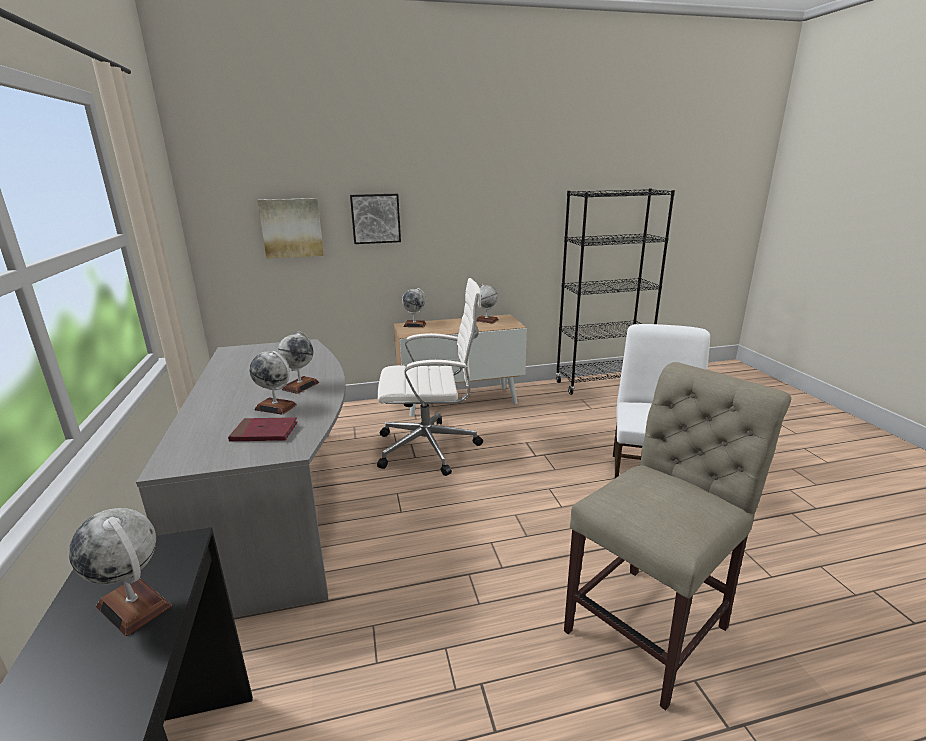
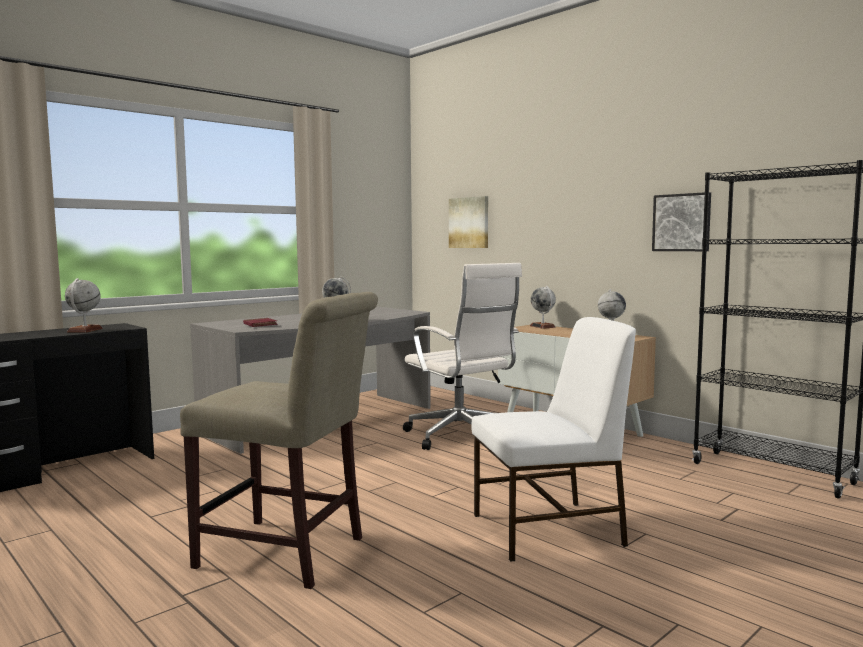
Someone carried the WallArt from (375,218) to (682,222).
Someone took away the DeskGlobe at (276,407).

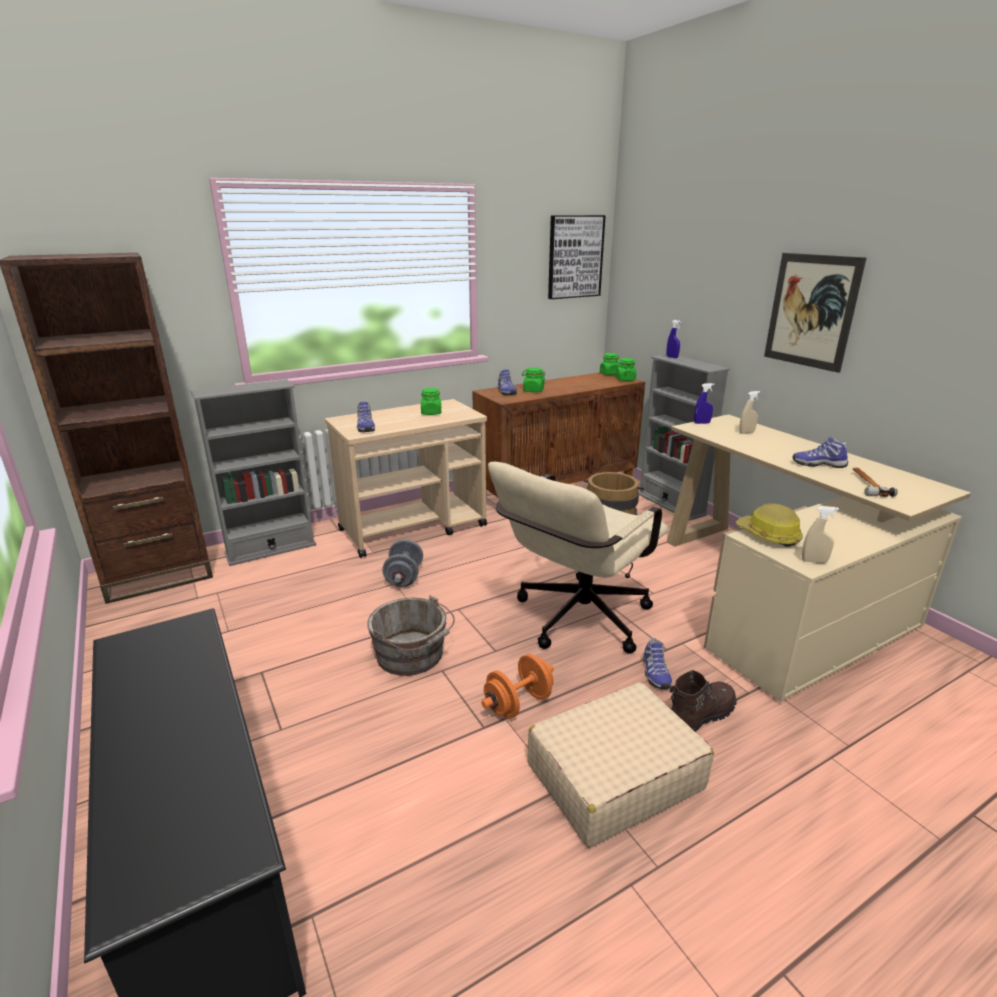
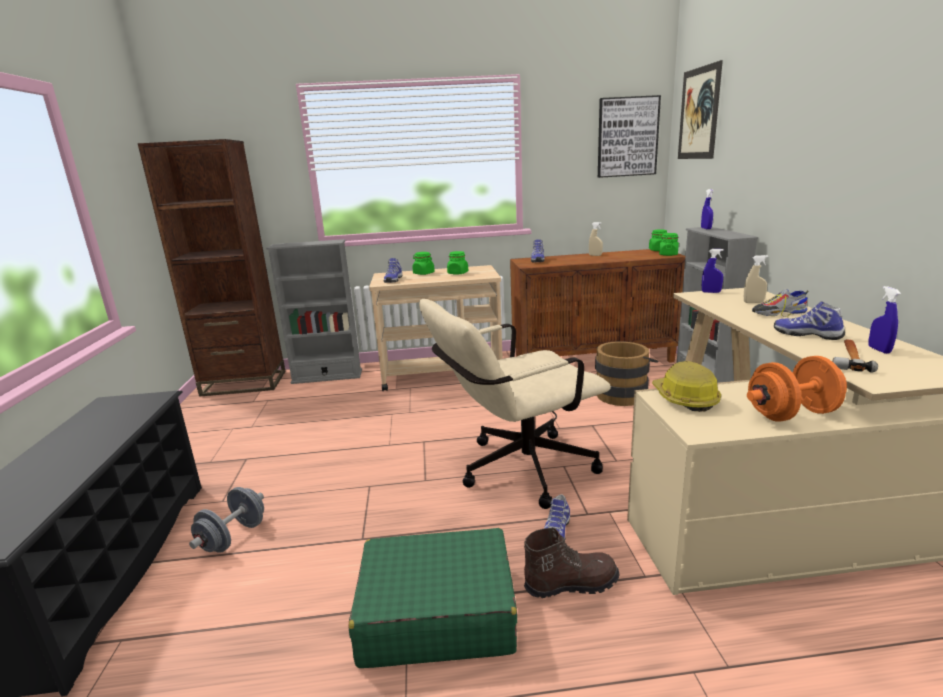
Someone carried the GreyishDumbbell from (404,577) to (233,537).
Someone repainted the BeigeTravelCase at (614,776), which became the GreenTravelCase at (436,613).
Someone carried the GreenStorageJar from (533,390) to (423,273).
Someone carried the BeigeSprayBottle from (814,561) to (595,255).
Someone carried the WallArt from (811,311) to (698,113).
Someone carried the OrangeDumbbell from (518,703) to (792,414).
Someone put down the LowShoe at (778,313).
Someone put down the BluishSprayBottle at (879,350).
Someone took away the GreyishPail at (412,655).

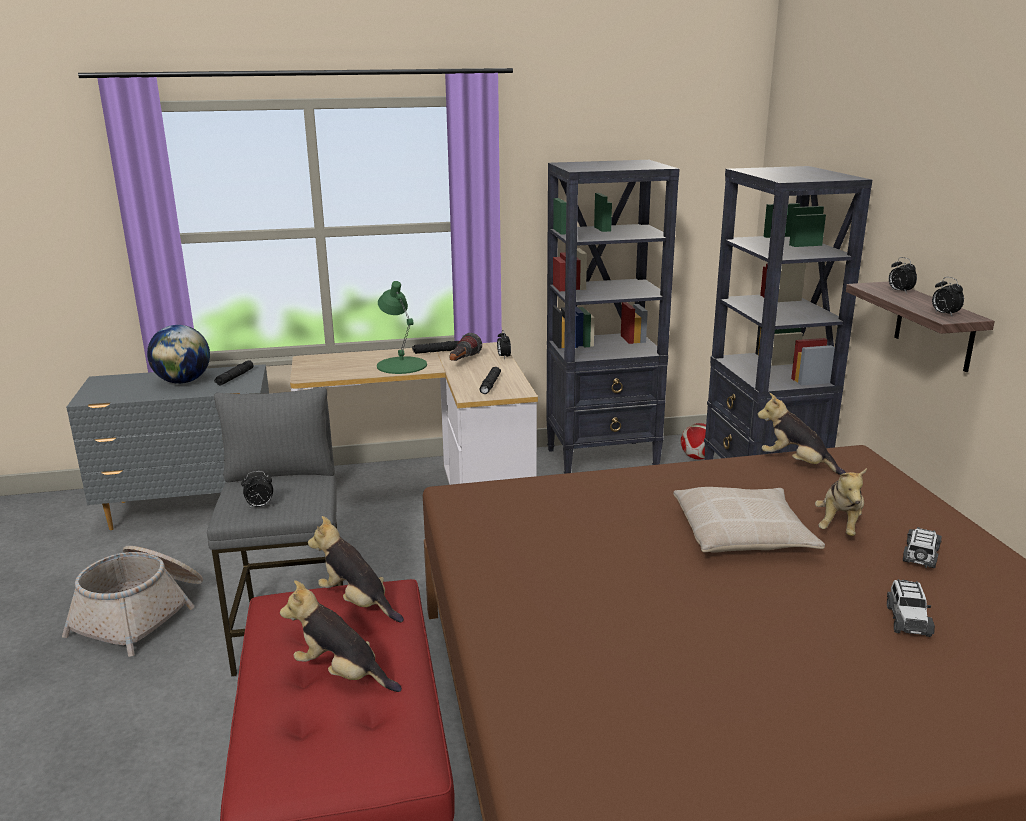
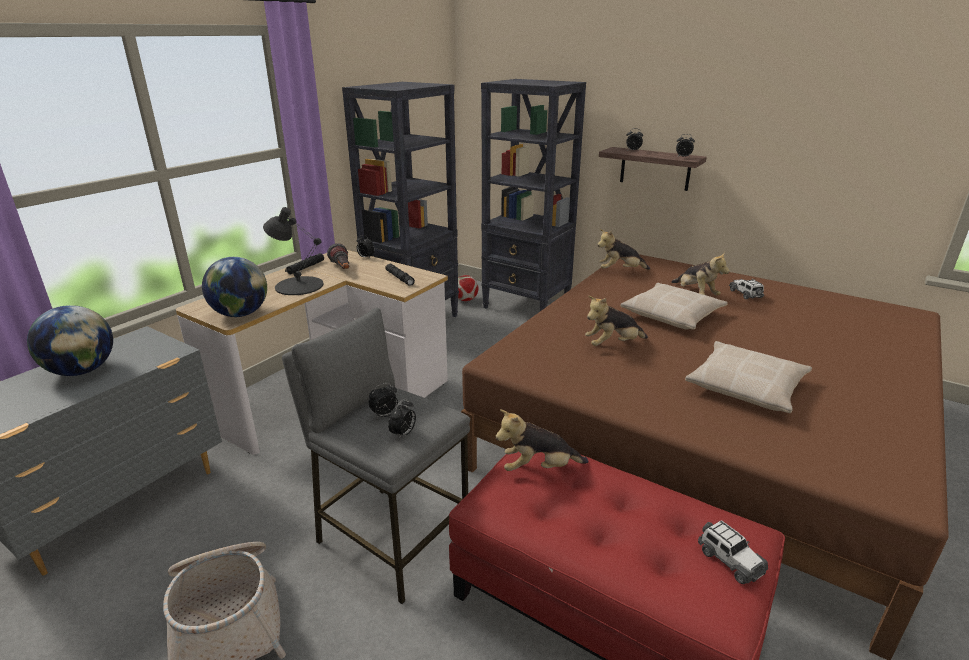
Someone put down the DeskGlobe at (240,314).
Someone repainted the GreenTableLamp at (402,365), which became the BlackTableLamp at (298,285).
Someone put down the BedsideClock at (385,415).
Someone carried the PlushToy from (342,674) to (613,344).
Someone put down the BeigeCushion at (746,386).
Someone carried the MiniatureCar from (907,620) to (729,560).
Someone took away the BlackTorch at (234,377).

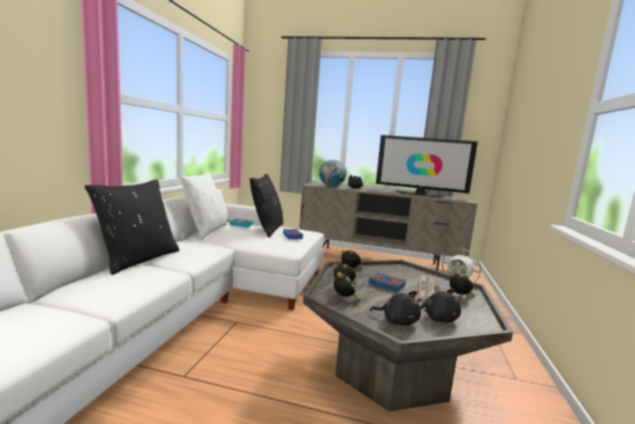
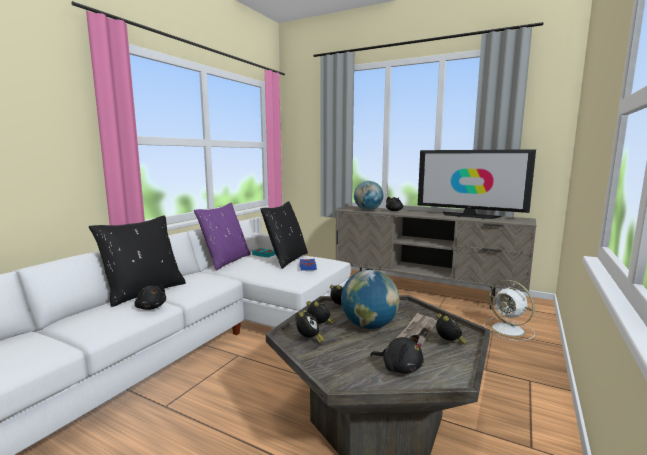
Someone carried the BlackPlushToy from (397,321) to (151,307).
Someone repainted the WhiteCushion at (205,230), which became the PurpleCushion at (226,261).
Someone swapped the BluishBoundBook at (386,285) for the DeskGlobe at (369,326).

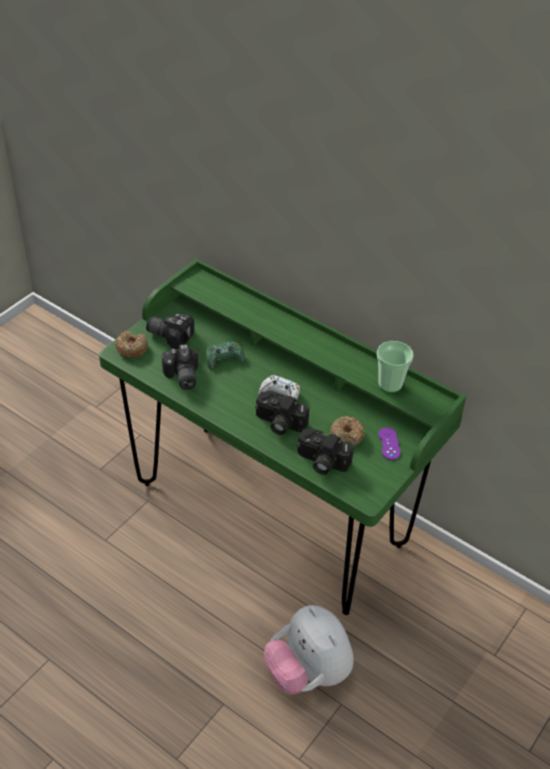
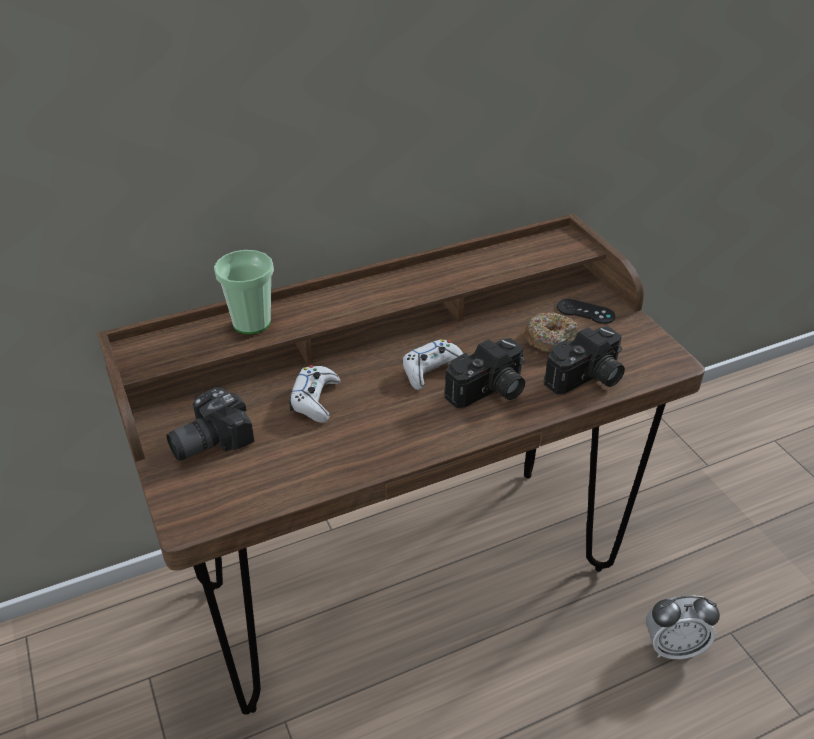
Someone repainted the GreenDeskTable at (271,513), which became the BrownishDeskTable at (405,577).
Someone carried the SmallCup from (390,384) to (251,322).
Someone repainted the GreenJoypad at (224,359), which became the WhiteJoypad at (315,400).
Someone repainted the PurpleJoypad at (389,444), which became the BlackJoypad at (585,312).
Someone swapped the PlushToy at (308,672) for the BedsideClock at (673,647).
Someone took away the Doughnut at (131,348).
Someone took away the PhotoCamera at (181,377).

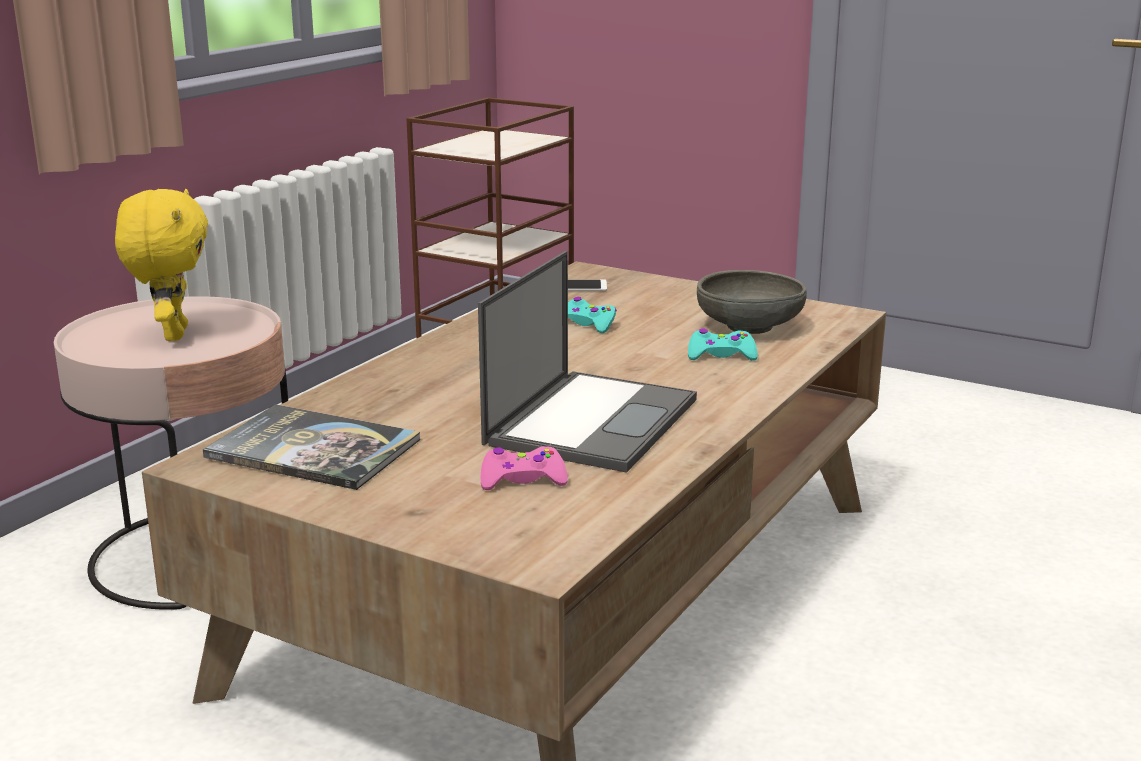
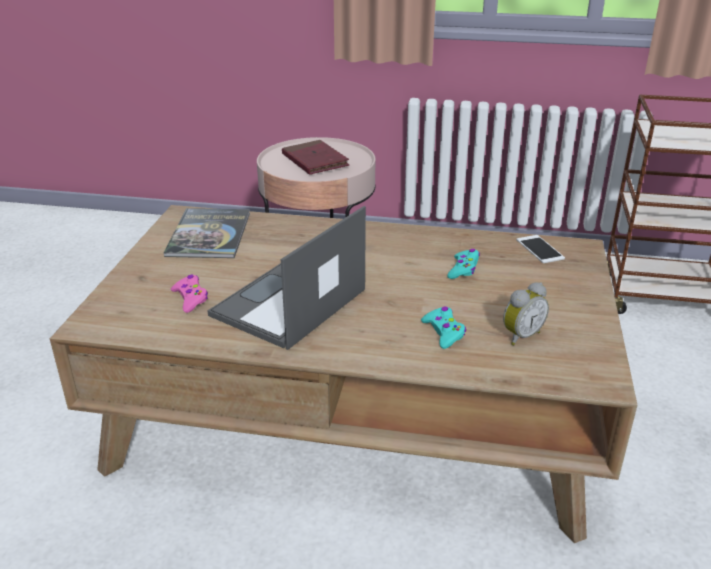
Someone rotated the NotebookComputer at (592,420) by 120 degrees clockwise.
Someone swapped the YellowishPlushToy at (172,334) for the RedColouredBoundBook at (315,161).
Someone swapped the GreyishBowl at (749,327) for the BedsideClock at (520,335).

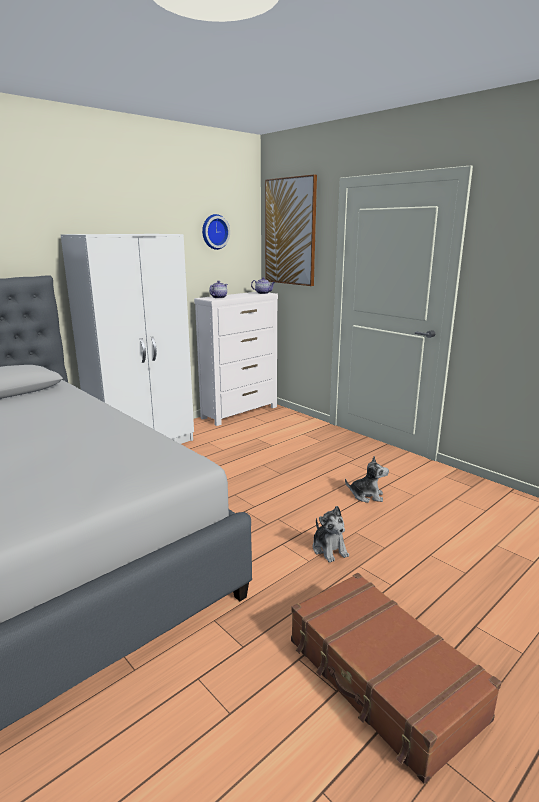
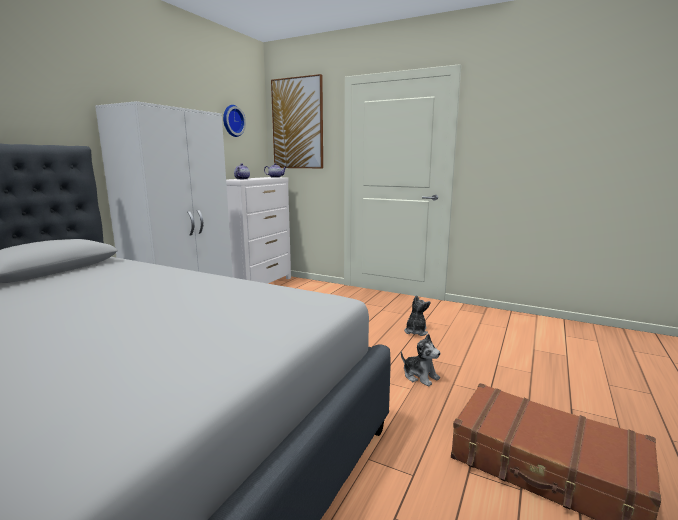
Someone rotated the PlushToy at (367,496) by 60 degrees counterclockwise.

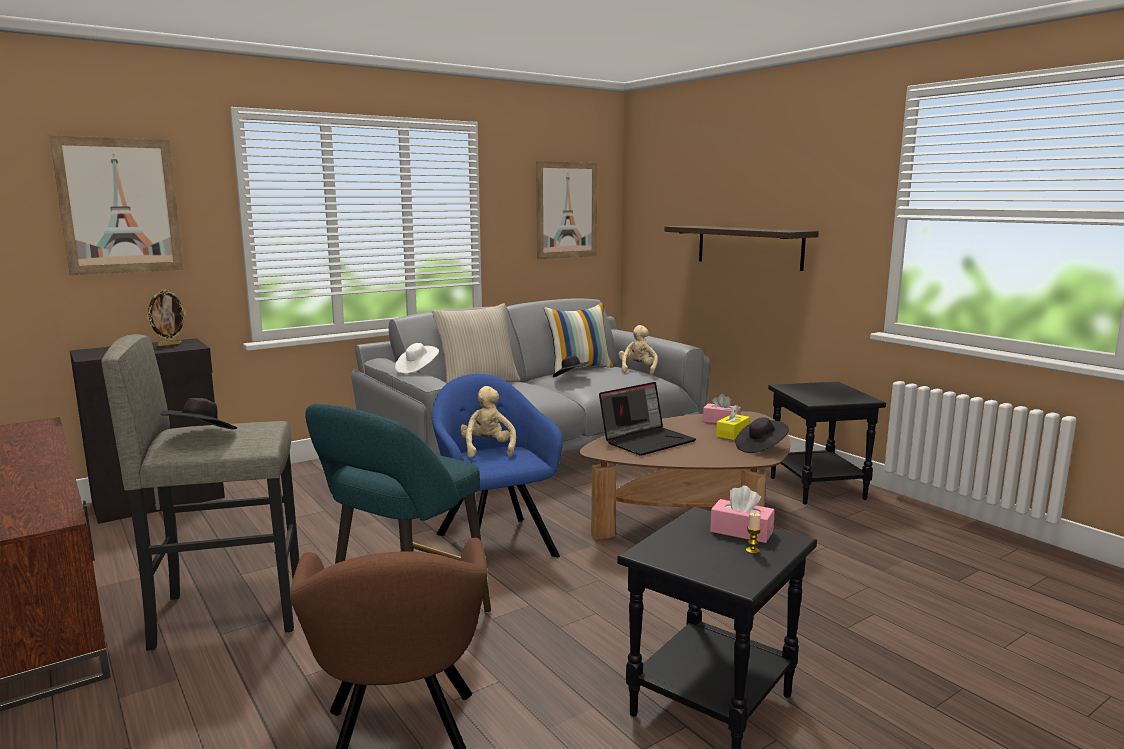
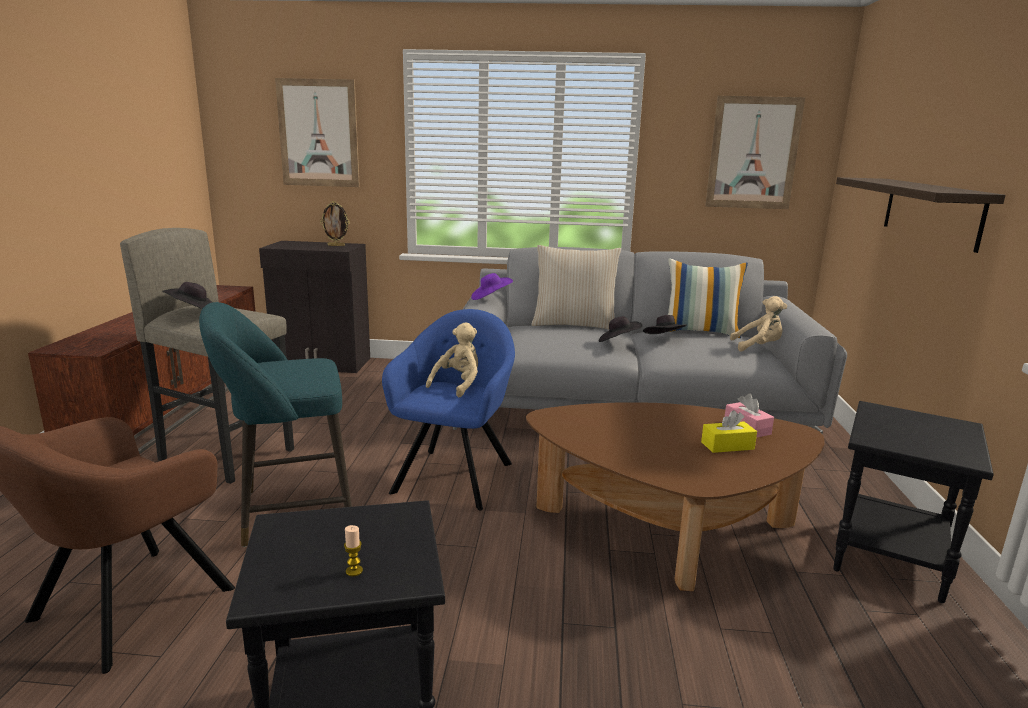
Someone repainted the WhiteWearableHat at (417,369), which became the PurpleWearableHat at (490,298).
Someone carried the BlackWearableHat from (760,448) to (618,342).
Someone rotated the BeigePlushToy at (637,370) by 45 degrees clockwise.
Someone took away the NotebookComputer at (647,440).
Someone took away the PinkColouredTissueBox at (741,531).

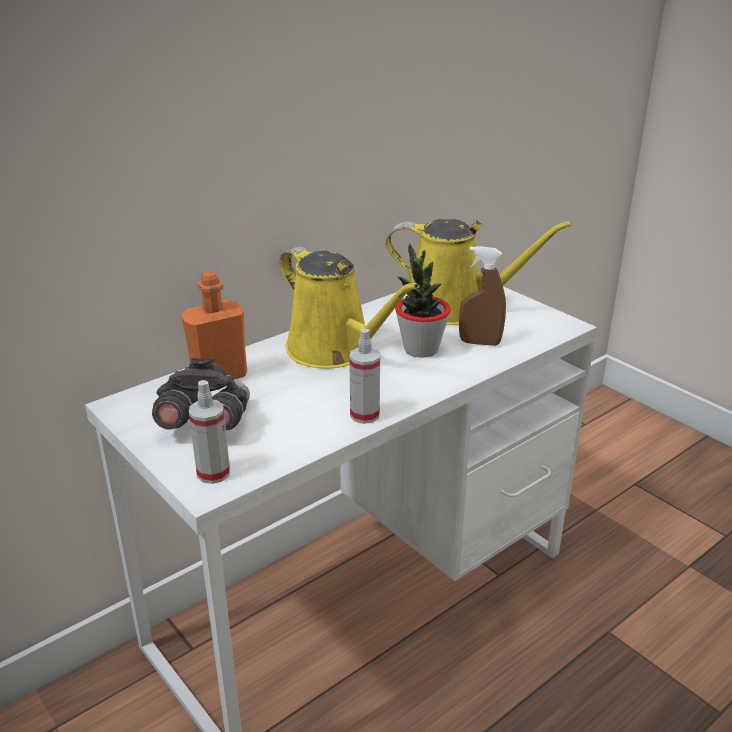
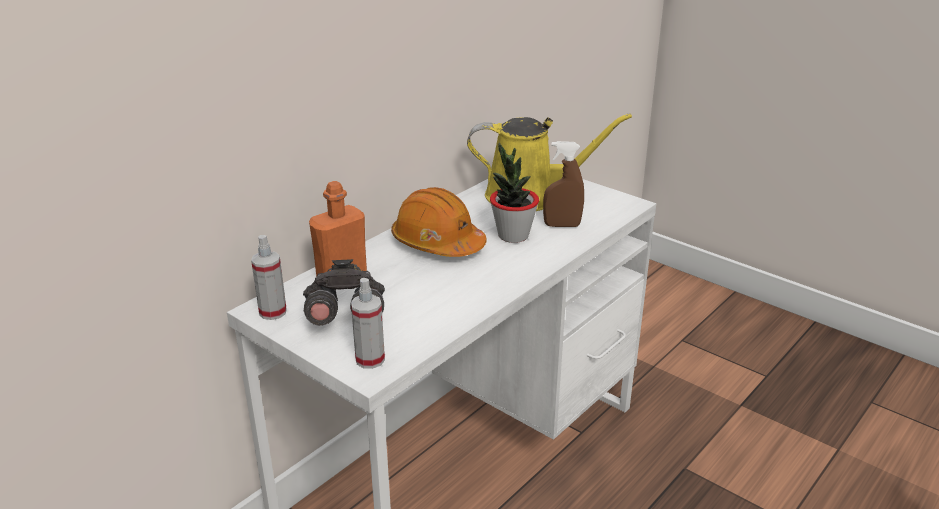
Someone carried the SprayBottle from (364,415) to (273,312).
Someone swapped the YellowishWateringCan at (335,350) for the OrangeHardHat at (437,243).

